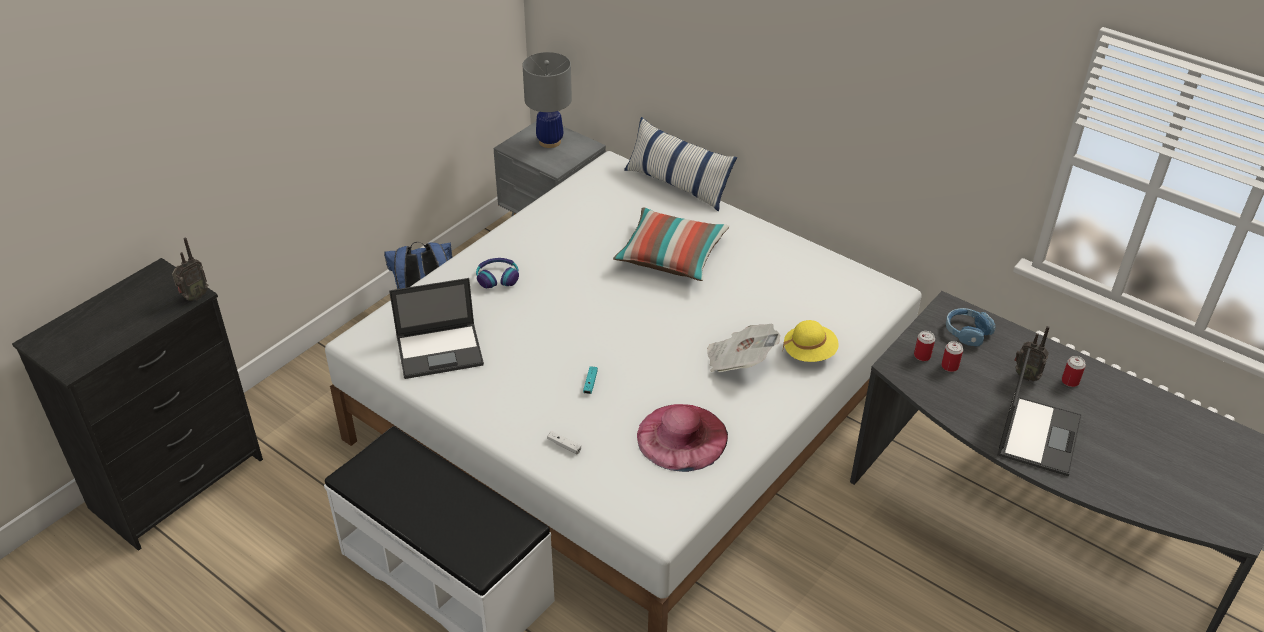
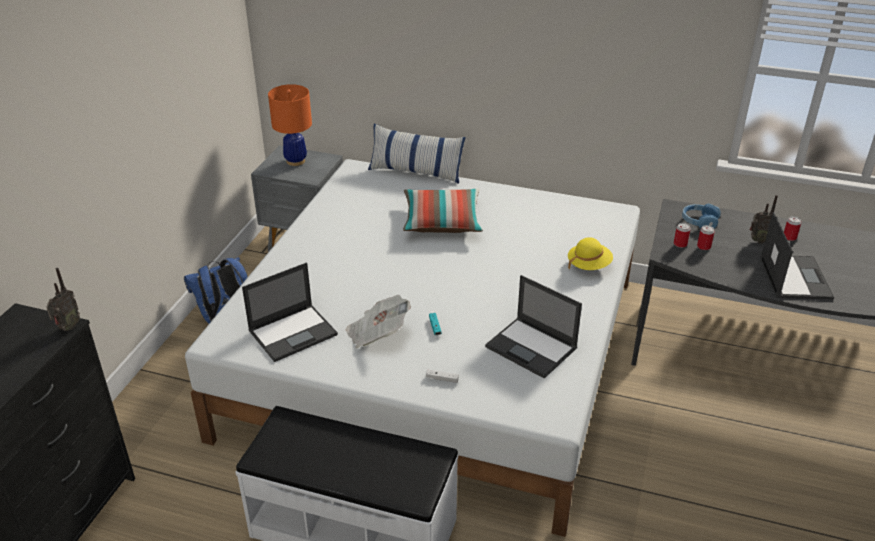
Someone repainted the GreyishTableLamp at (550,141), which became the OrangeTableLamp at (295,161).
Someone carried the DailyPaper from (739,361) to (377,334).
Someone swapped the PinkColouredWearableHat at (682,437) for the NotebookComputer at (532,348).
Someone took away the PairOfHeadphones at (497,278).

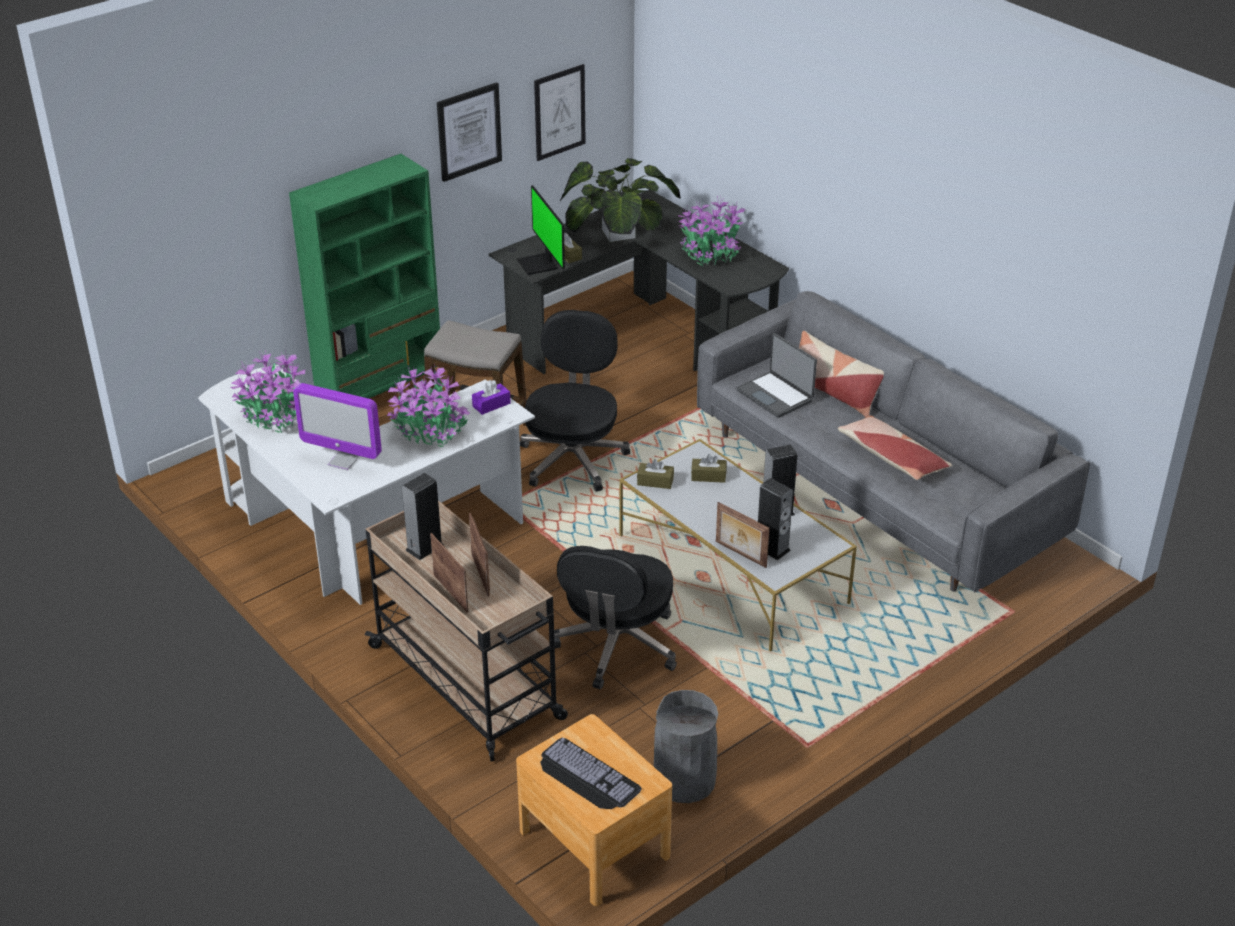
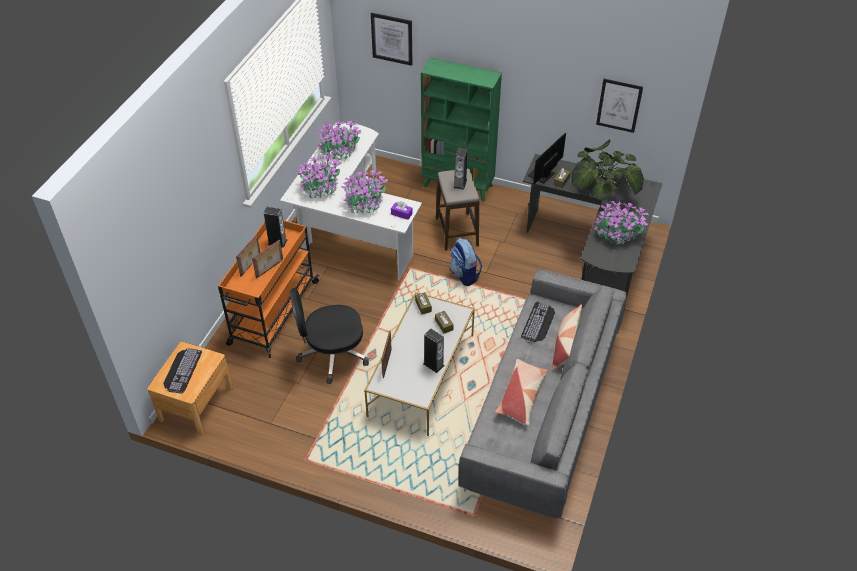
Someone repainted the BeigeTrolley at (467,683), which became the OrangeTrolley at (273,313).
Someone swapped the Monitor at (343,461) for the Houseplant at (321,187).
Someone carried the WallArt from (469,131) to (392,38).
Someone swapped the BlackComputerChair at (573,458) for the Knapsack at (464,275).
Someone carried the AudioSpeaker from (772,548) to (460,183).
Someone swapped the NotebookComputer at (776,395) for the PcKeyboard at (539,323).
Someone took away the GreyishRubbishBin at (684,779).

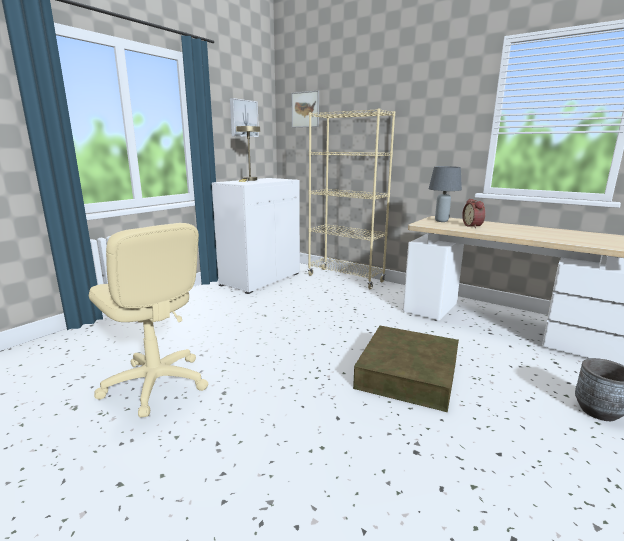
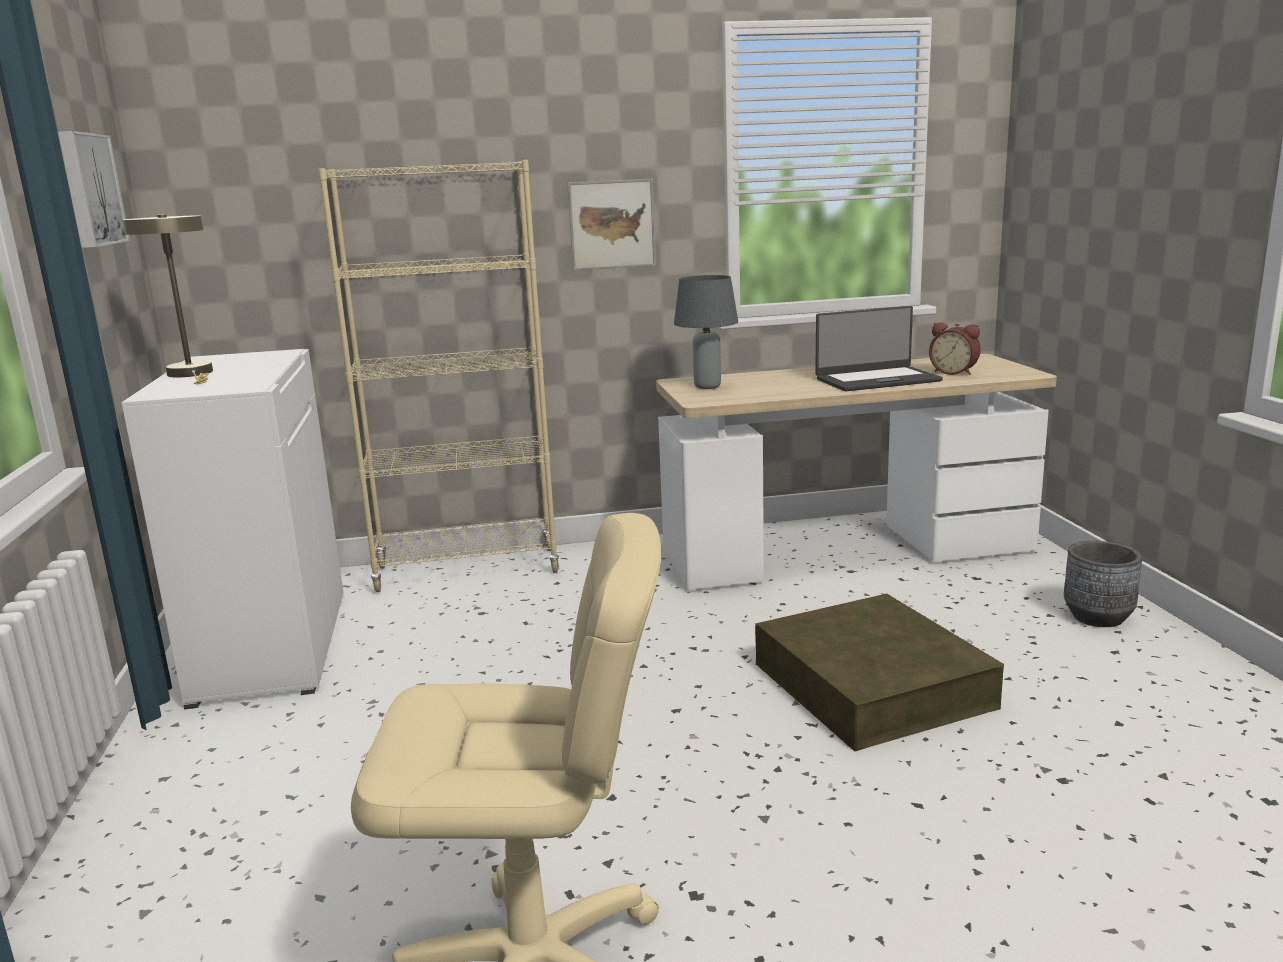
Someone carried the WallArt from (305,109) to (612,224).
Someone put down the NotebookComputer at (876,380).
Someone carried the BedsideClock from (473,226) to (954,372).

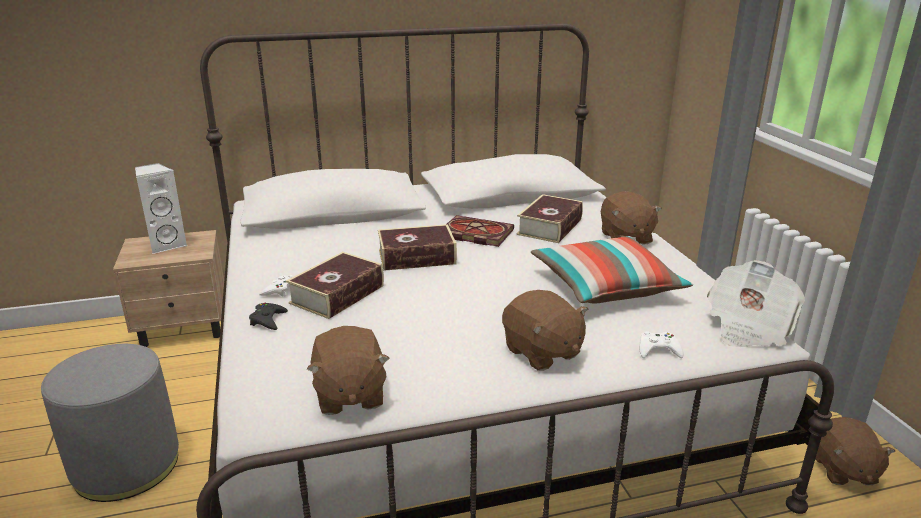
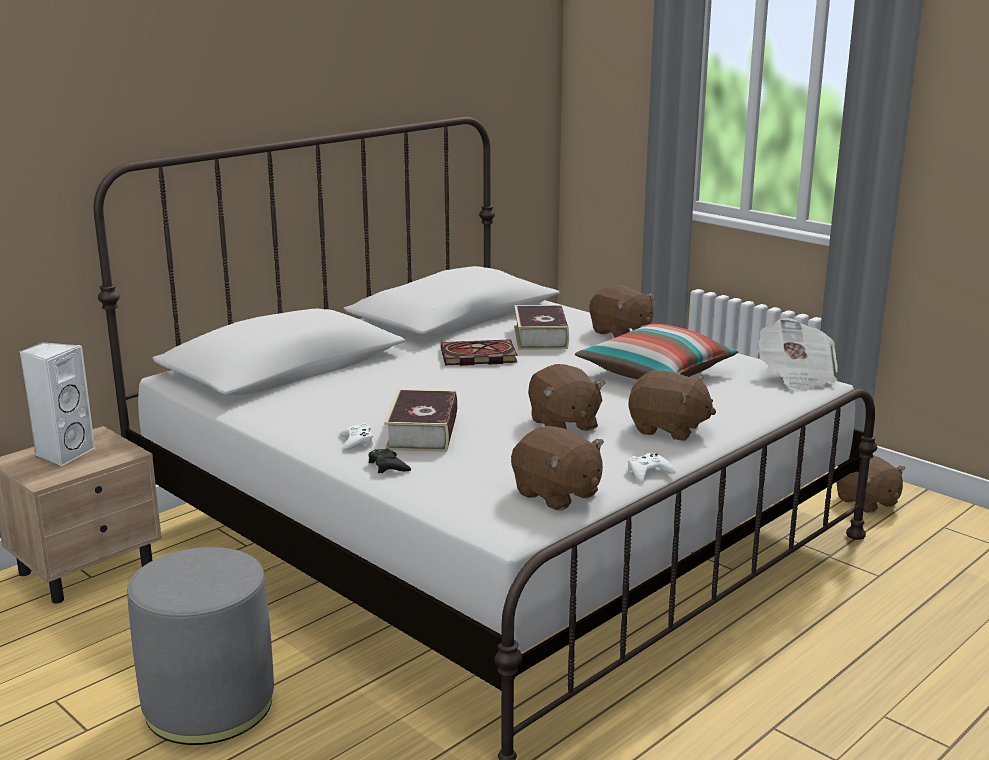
Someone put down the BrownishPlushToy at (563,424).
Someone carried the WhiteJoypad from (658,350) to (648,472).
Someone took away the BoundBook at (416,257).

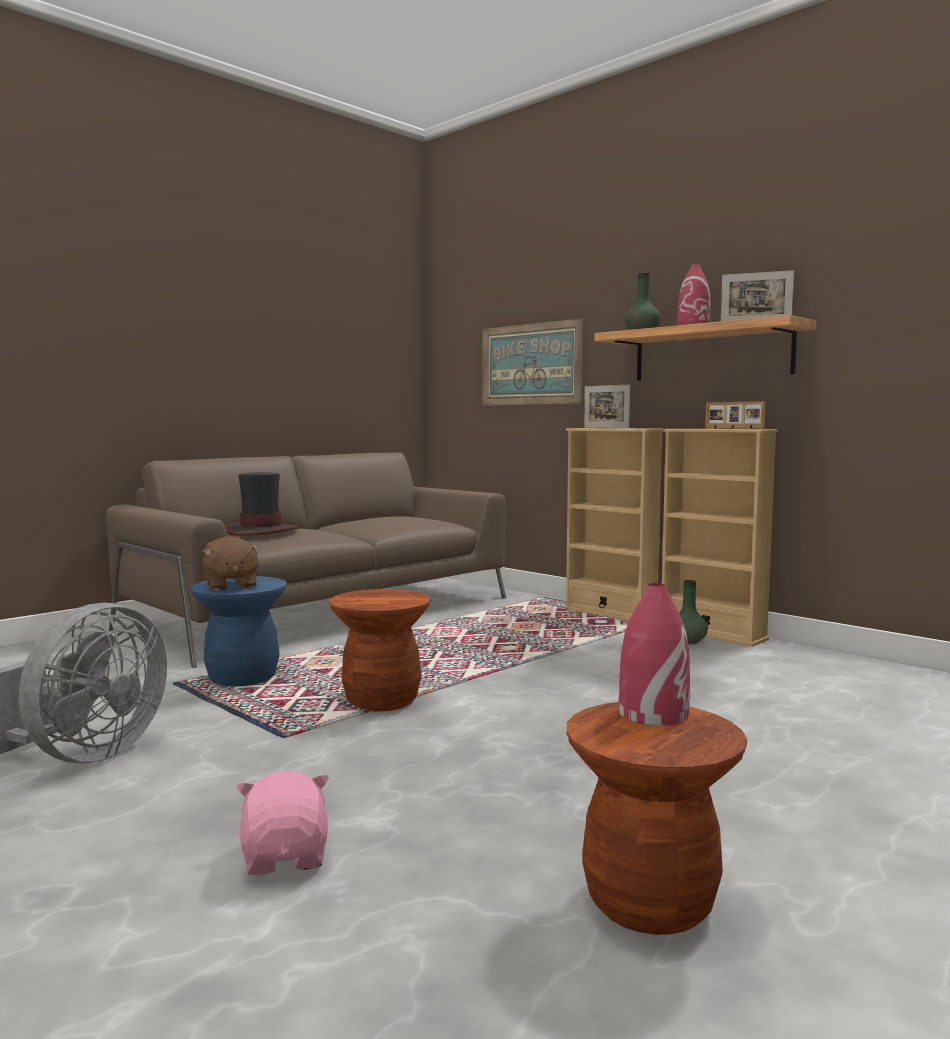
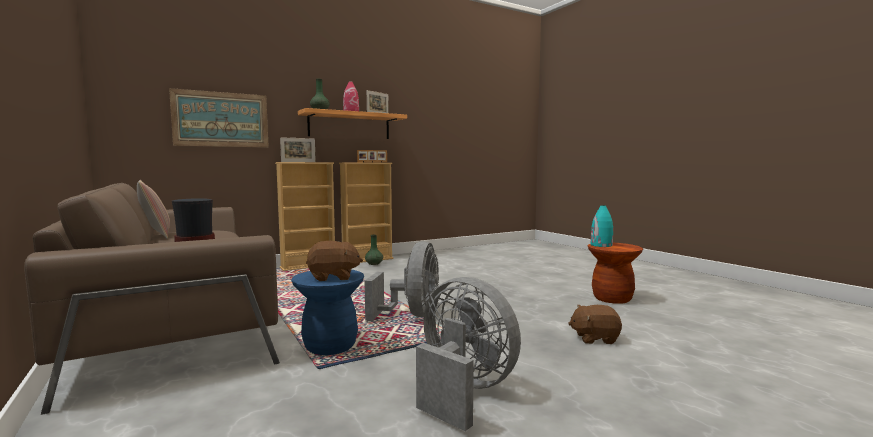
Someone put down the Cushion at (156,236).
Someone swapped the BrownishStoolSeat at (381,700) for the GreyishElectricFan at (412,315).
Someone repainted the PinkColouredPlushToy at (286,857), which became the BrownishPlushToy at (594,338).
Someone repainted the RedColouredFlowerVase at (652,713), which became the TurquoiseFlowerVase at (601,245).

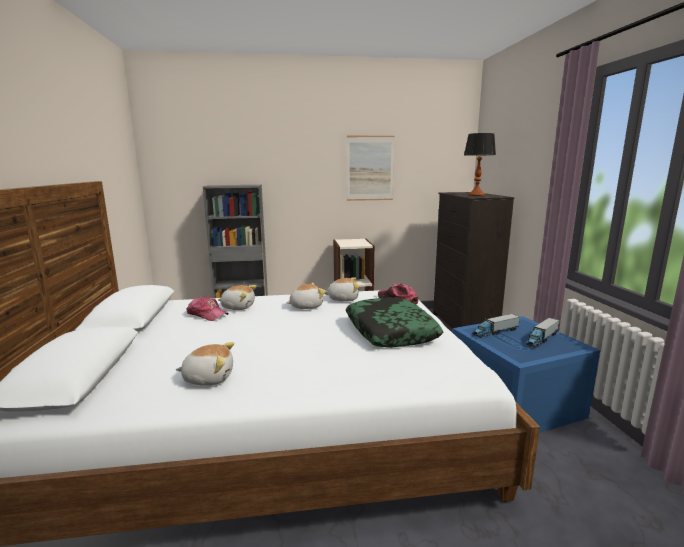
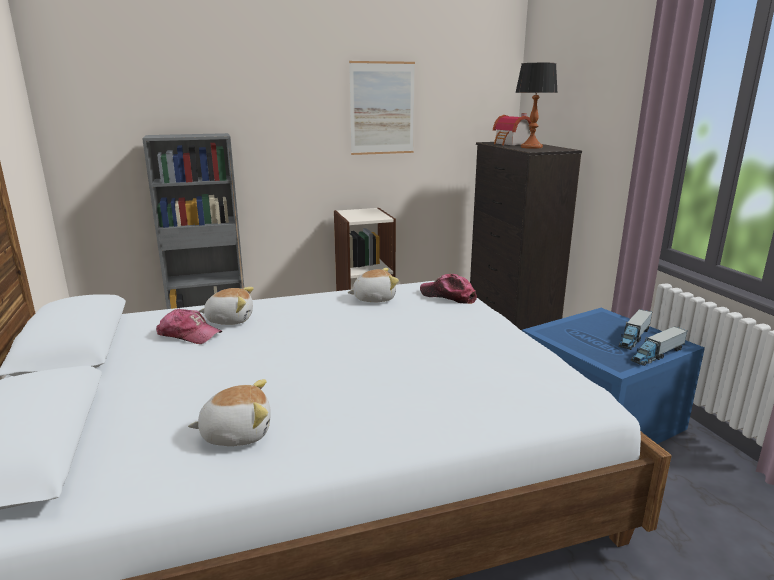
Someone put down the ModelHouse at (511,143).
Someone carried the ModelTruck from (495,332) to (657,355).
Someone took away the PlushToy at (306,306).
Someone took away the Cushion at (390,331).

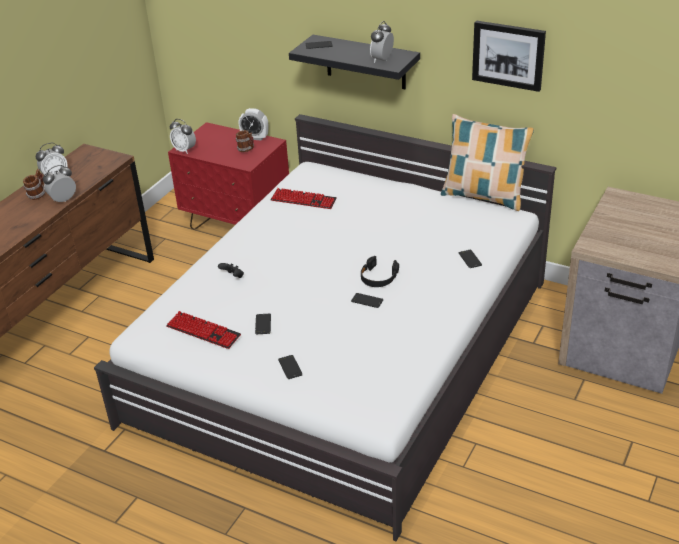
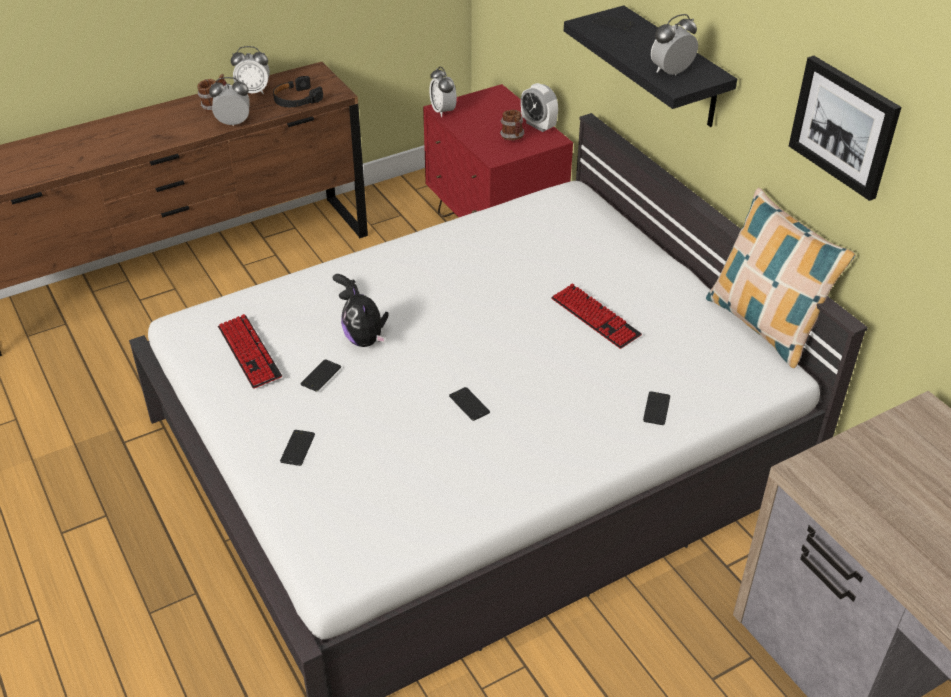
Someone carried the BlackPairOfHeadphones from (378,277) to (296,99).
Someone put down the PlushToy at (366,340).
Someone carried the PcKeyboard from (303,200) to (595,317).

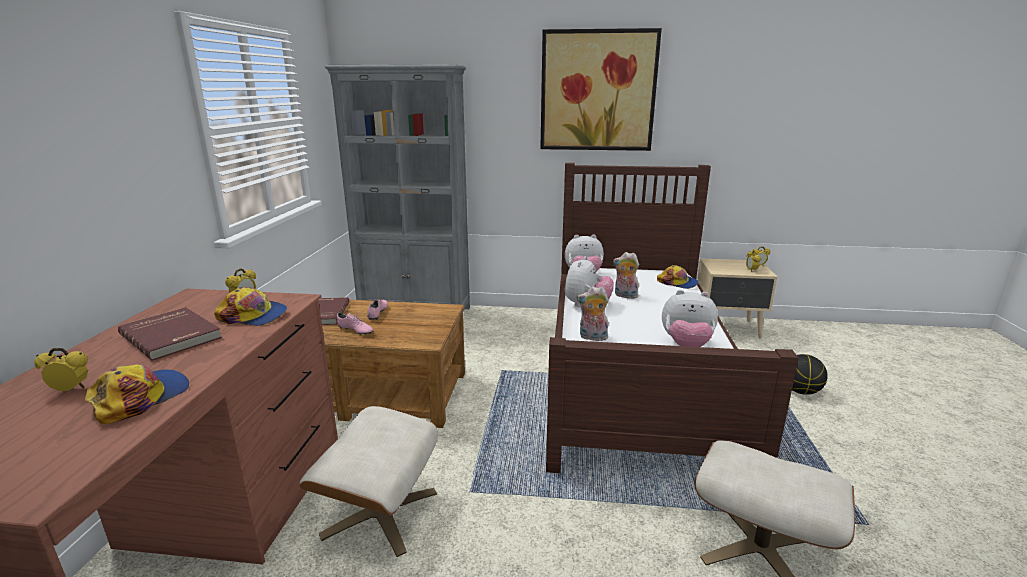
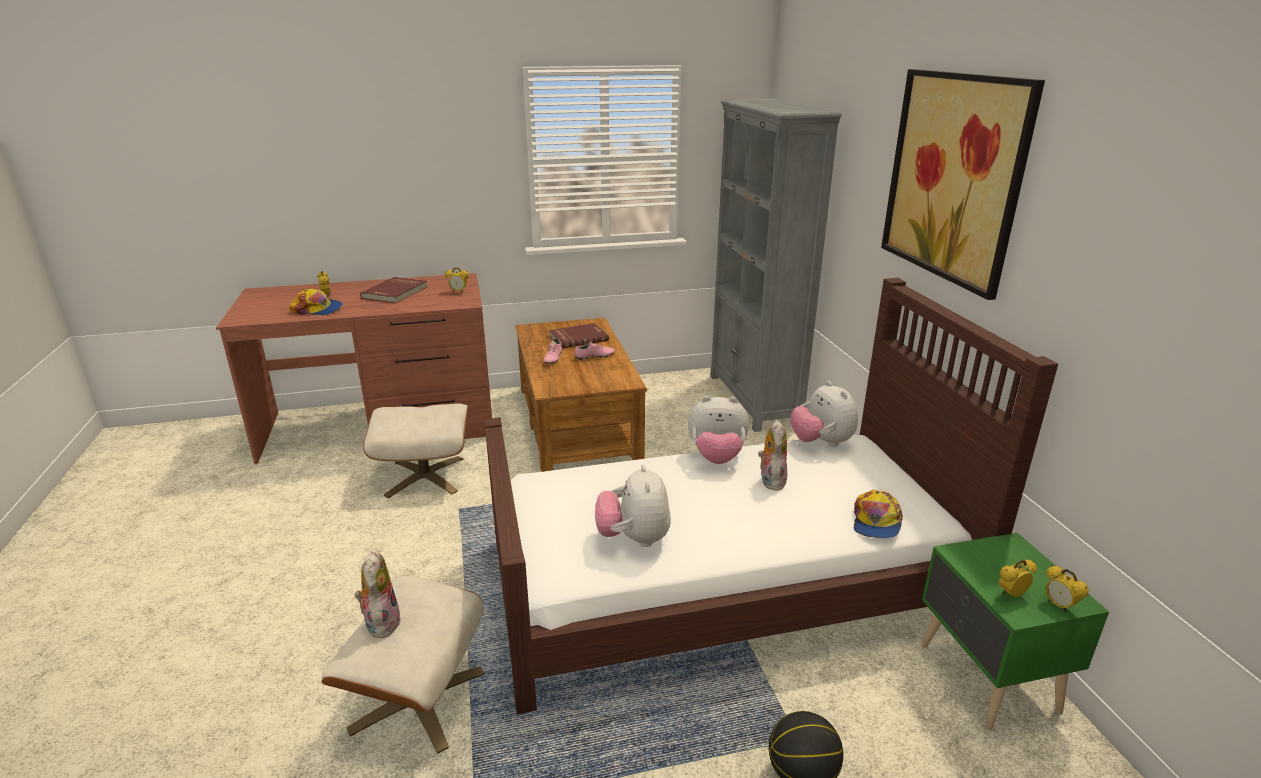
Someone carried the PlushToy from (592,337) to (381,622).
Someone repainted the BeigeBedsideTable at (728,329), which became the GreenBedsideTable at (986,679).
Someone took away the Cap at (253,316).

